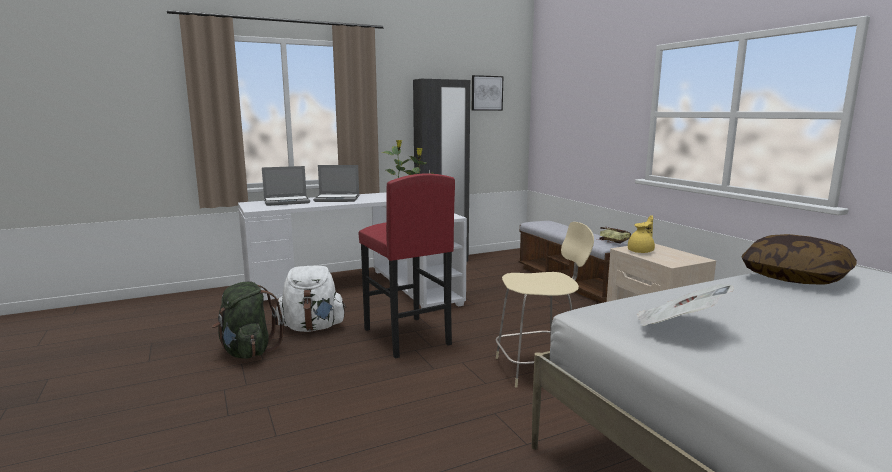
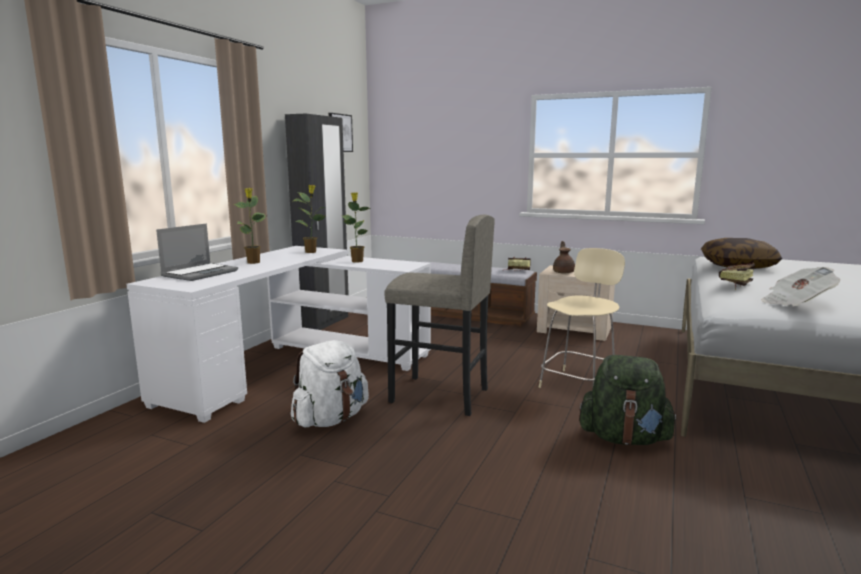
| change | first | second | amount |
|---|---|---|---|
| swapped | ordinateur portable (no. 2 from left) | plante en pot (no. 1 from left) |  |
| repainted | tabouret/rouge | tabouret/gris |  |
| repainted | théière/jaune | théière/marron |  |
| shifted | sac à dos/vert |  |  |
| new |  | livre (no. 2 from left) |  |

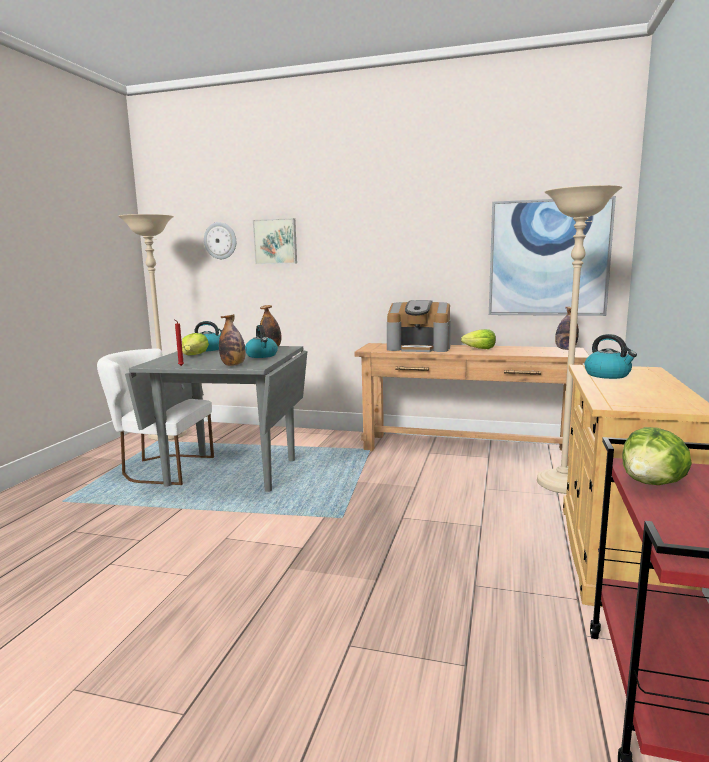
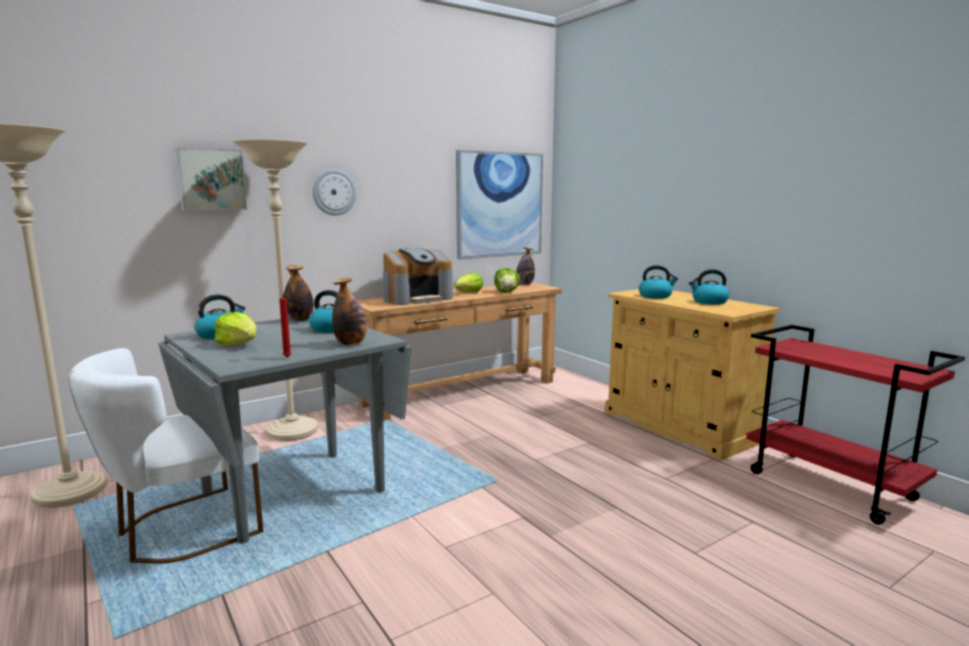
| change | first | second | amount |
|---|---|---|---|
| shifted | lampadaire/beige (no. 2 from left) |  |  |
| shifted | horloge murale |  |  |
| shifted | laitue (no. 3 from left) |  |  |
| new |  | bouilloire (no. 4 from left) |  |

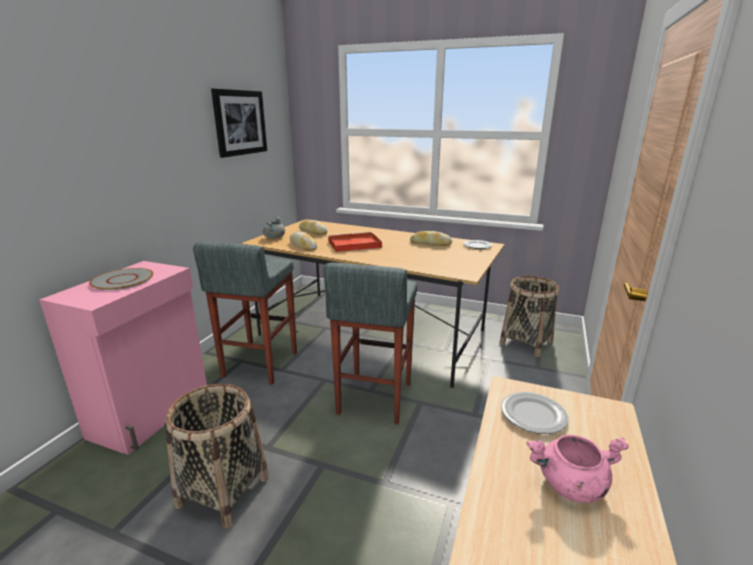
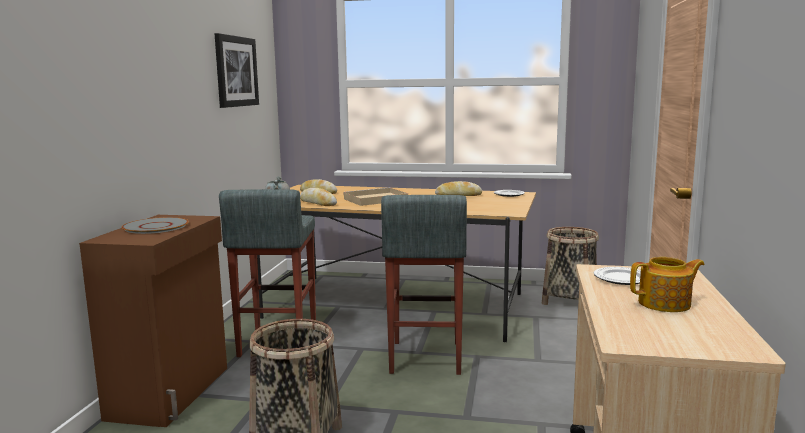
| change | first | second | amount |
|---|---|---|---|
| repainted | meuble de rangement/rose | meuble de rangement/marron |  |
| repainted | plateau/rouge | plateau/beige |  |
| swapped | marmite/rose | théière |  |

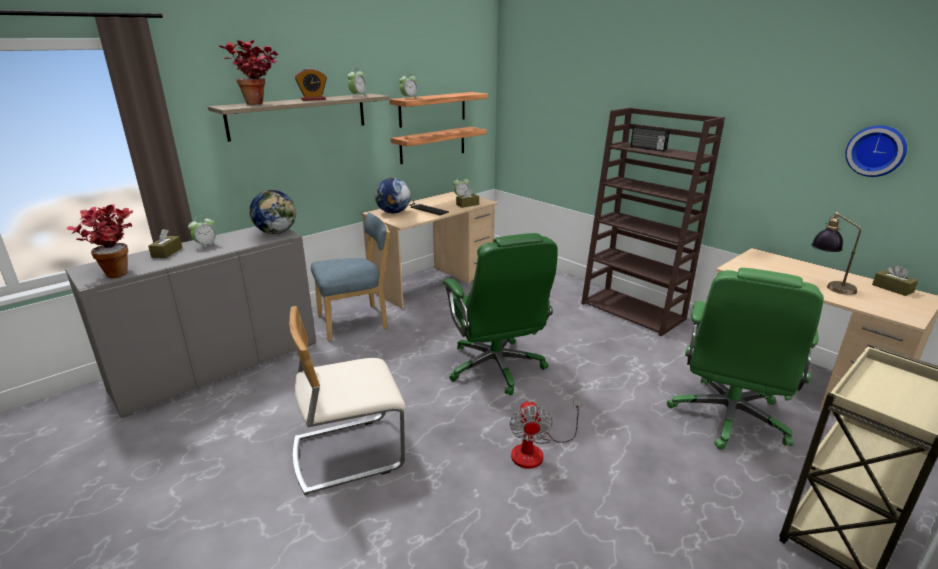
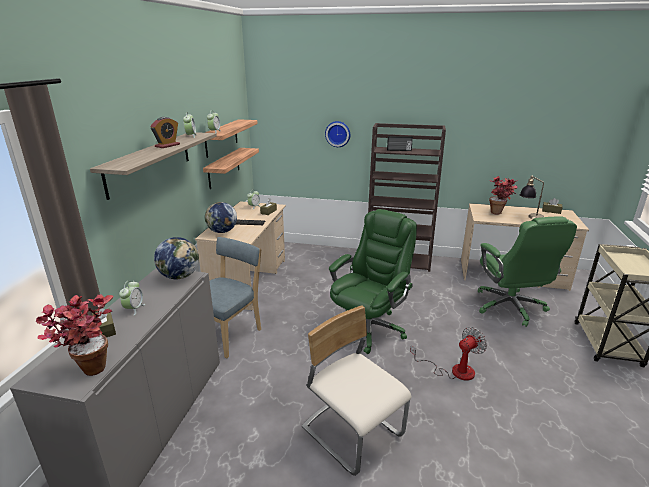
| change | first | second | amount |
|---|---|---|---|
| rotated | chaise/beige |  | 105 degrees clockwise |
| shifted | horloge murale |  |  |
| rotated | chaise de bureau/vert (no. 1 from left) |  | 90 degrees counterclockwise |
| rotated | ventilateur |  | 90 degrees counterclockwise |
| shifted | plante en pot (no. 2 from left) |  |  |

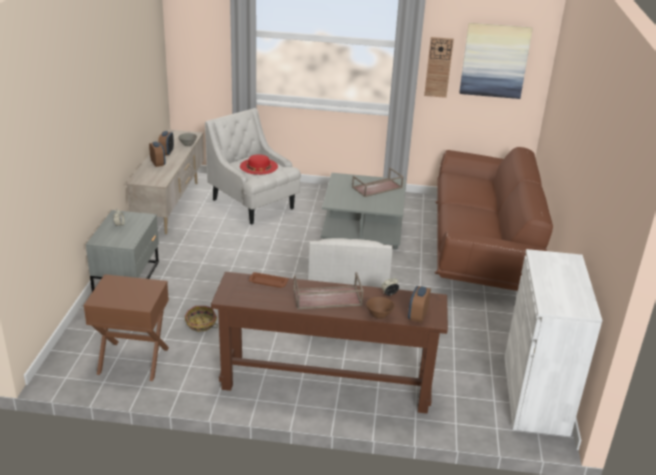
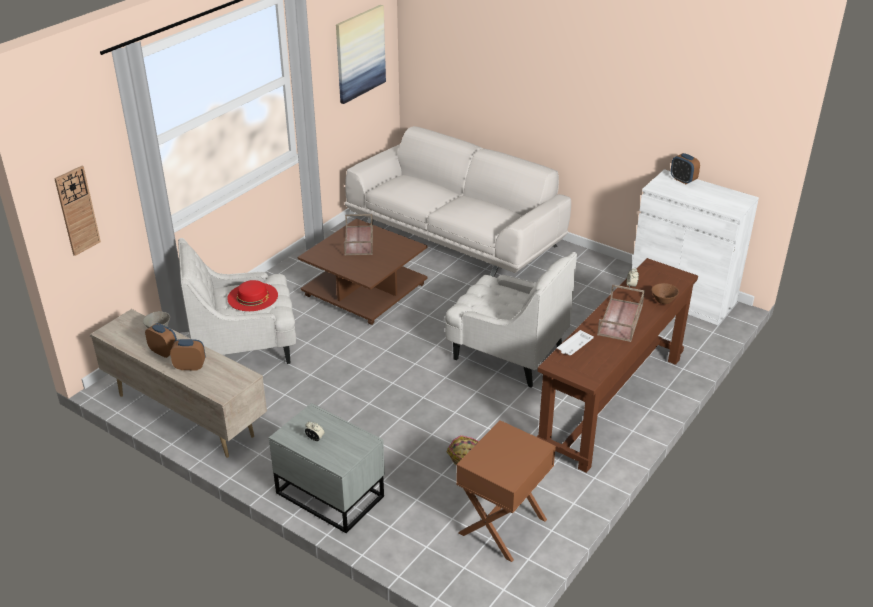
| change | first | second | amount |
|---|---|---|---|
| shifted | horloge murale |  |  |
| repainted | table basse/gris | table basse/marron |  |
| repainted | canapé/marron | canapé/blanc |  |
| repainted | plateau/marron (no. 1 from left) | plateau/blanc |  |
| shifted | réveil (no. 5 from left) |  |  |

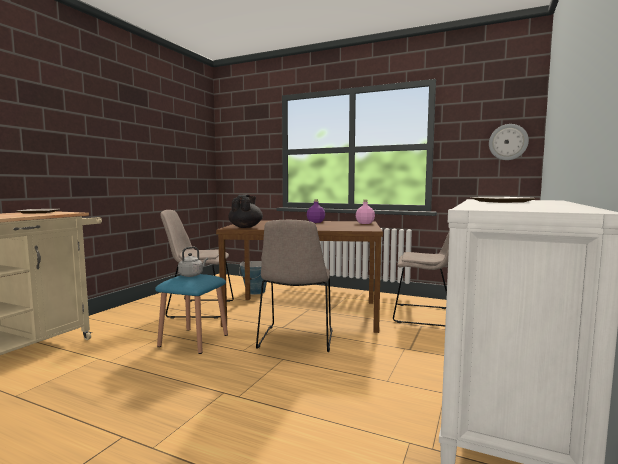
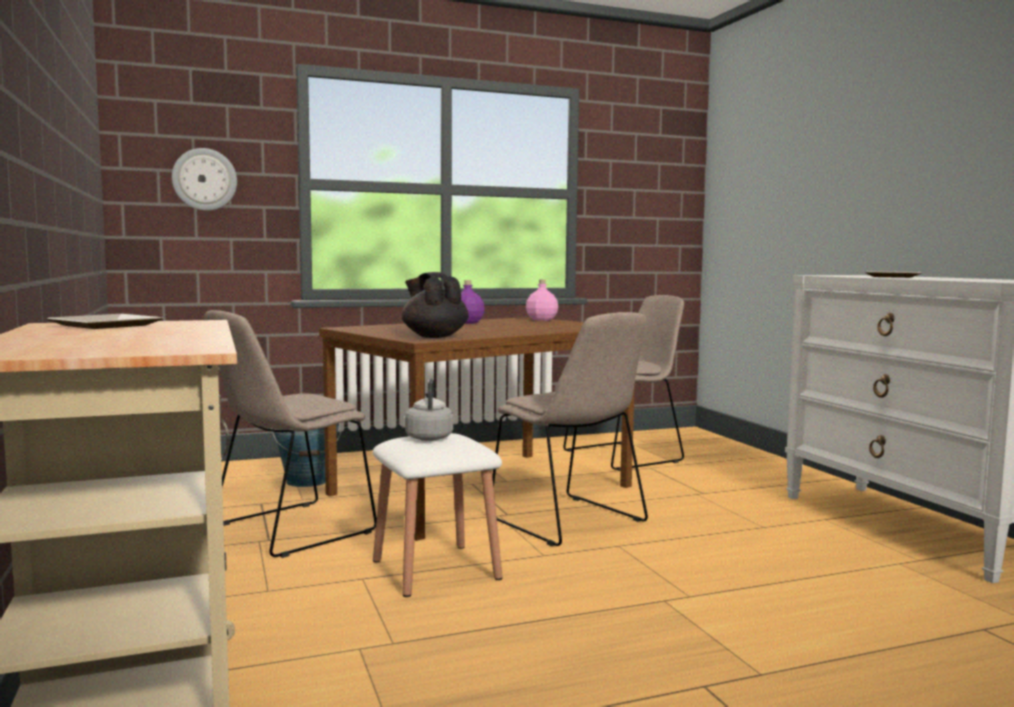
| change | first | second | amount |
|---|---|---|---|
| shifted | horloge murale |  |  |
| repainted | tabouret/bleu | tabouret/blanc |  |

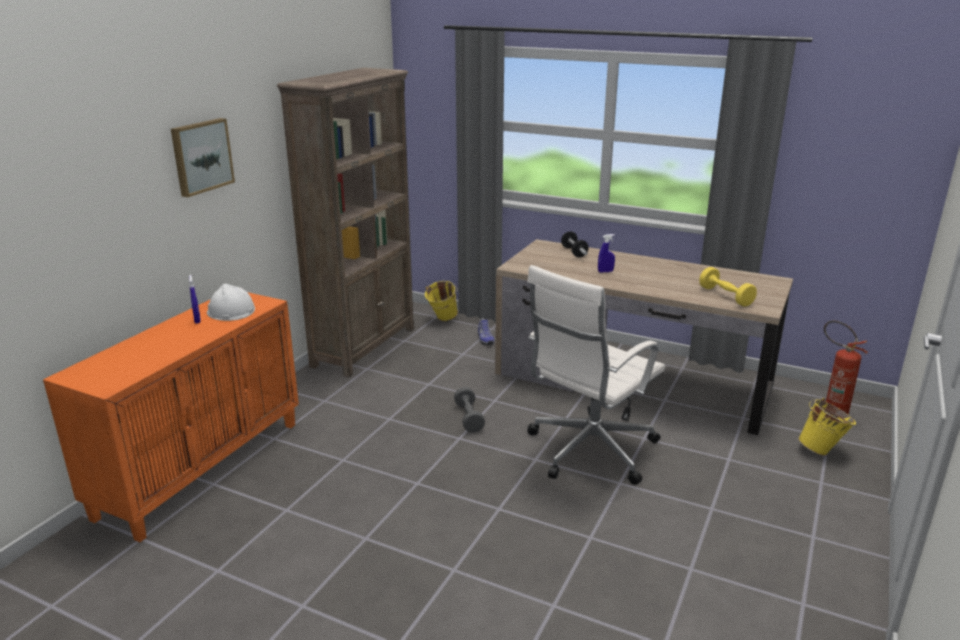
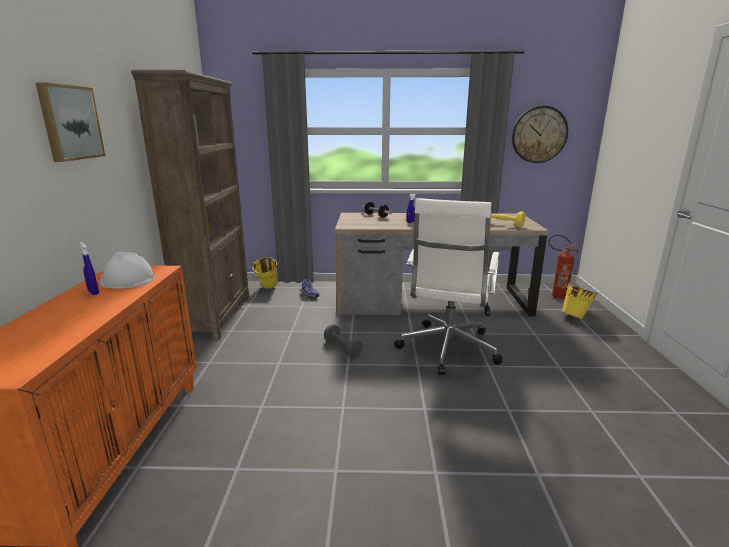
| change | first | second | amount |
|---|---|---|---|
| new |  | horloge murale |  |

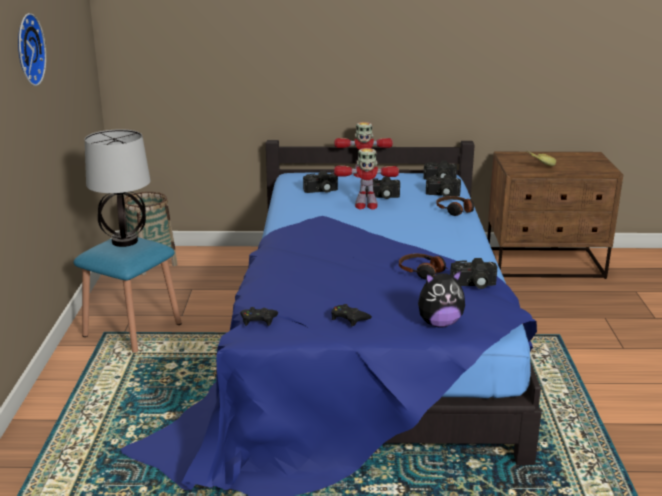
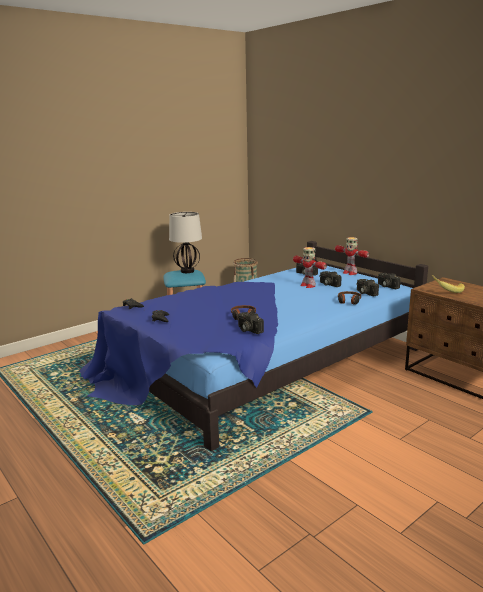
| change | first | second | amount |
|---|---|---|---|
| gone | horloge murale |  |  |
| gone | peluche |  |  |

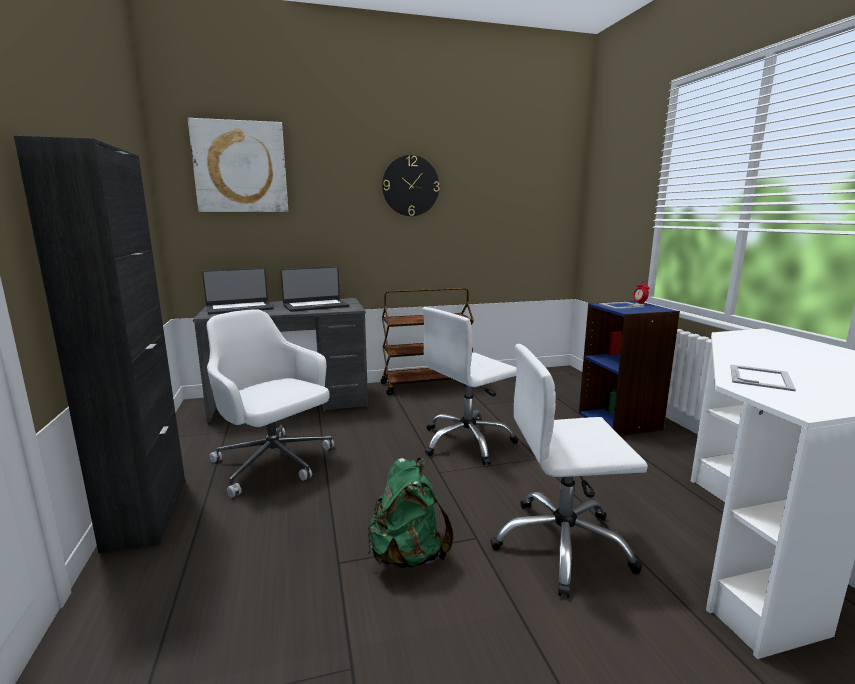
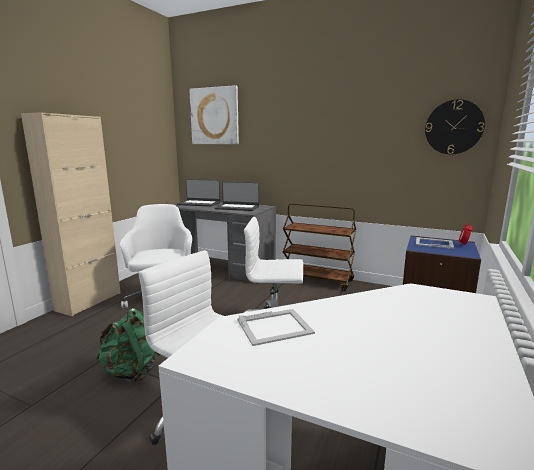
| change | first | second | amount |
|---|---|---|---|
| repainted | meuble de rangement/noir | meuble de rangement/beige |  |
| shifted | horloge murale |  |  |

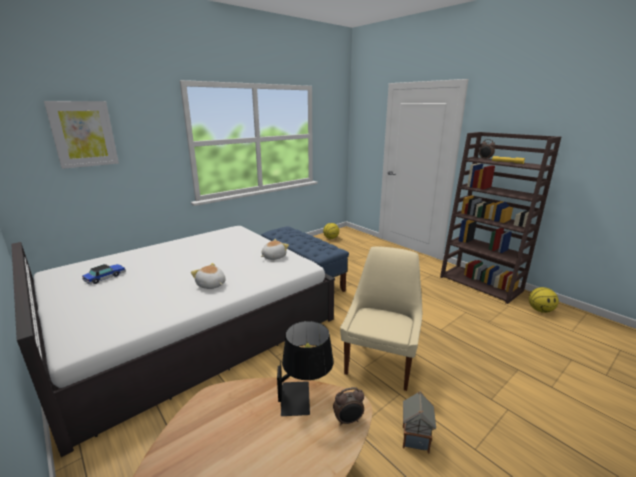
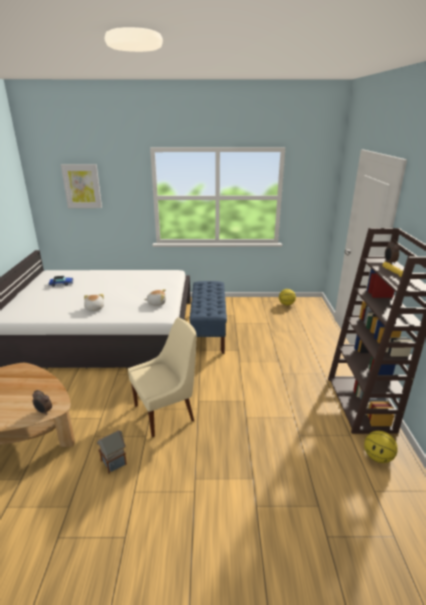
| change | first | second | amount |
|---|---|---|---|
| gone | lampe de table/noir |  |  |

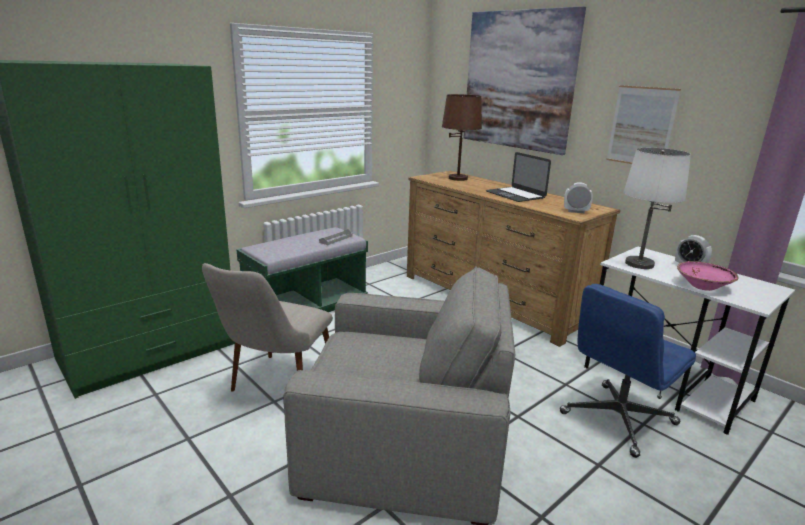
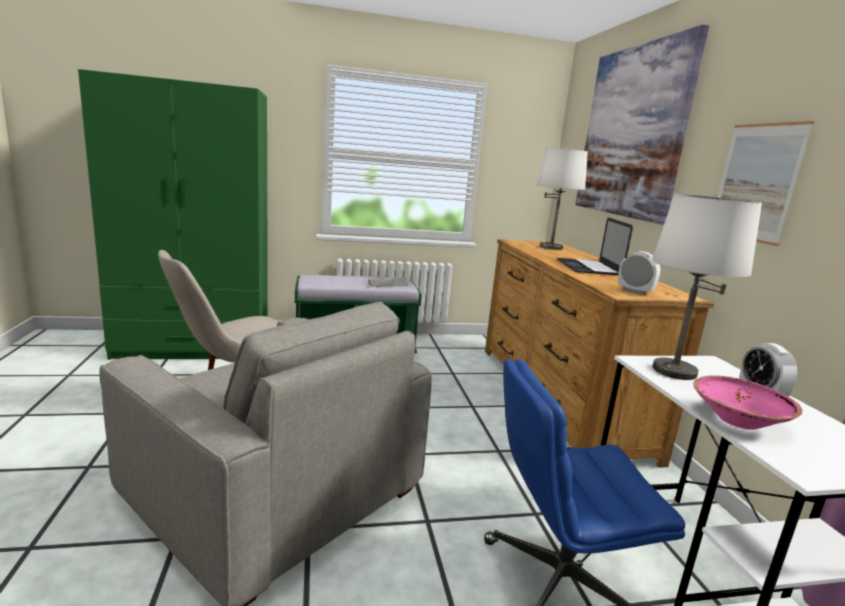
| change | first | second | amount |
|---|---|---|---|
| repainted | lampe de table/marron | lampe de table/blanc (no. 1 from left) |  |

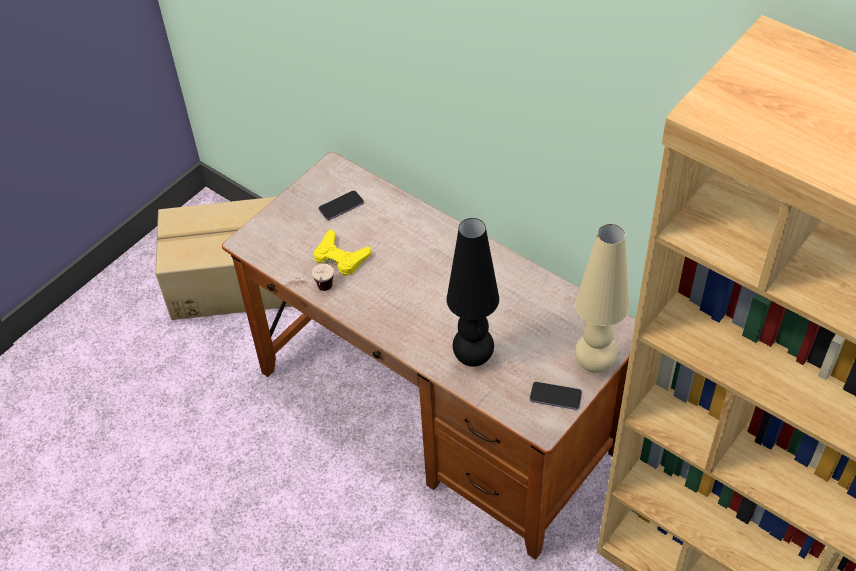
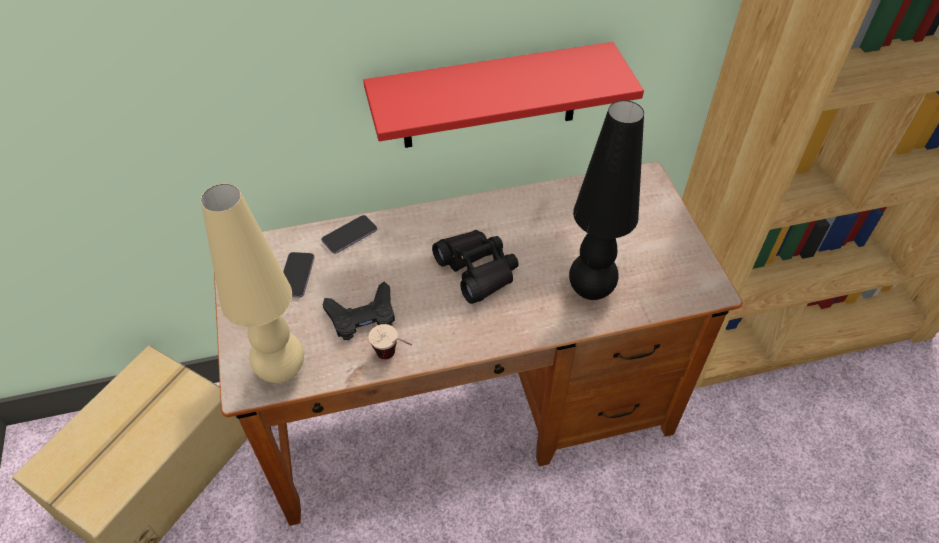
| change | first | second | amount |
|---|---|---|---|
| shifted | lampe de table/beige |  |  |
| shifted | téléphone (no. 2 from left) |  |  |
| repainted | manette/jaune | manette/noir |  |
| new |  | étagère/rouge |  |
| new |  | jumelles/noir |  |

